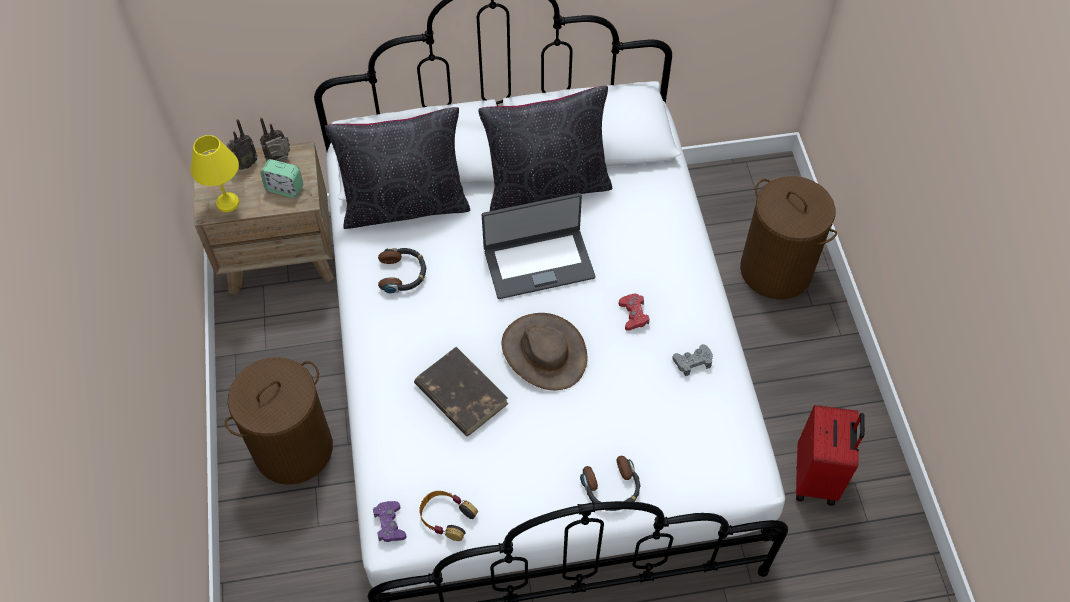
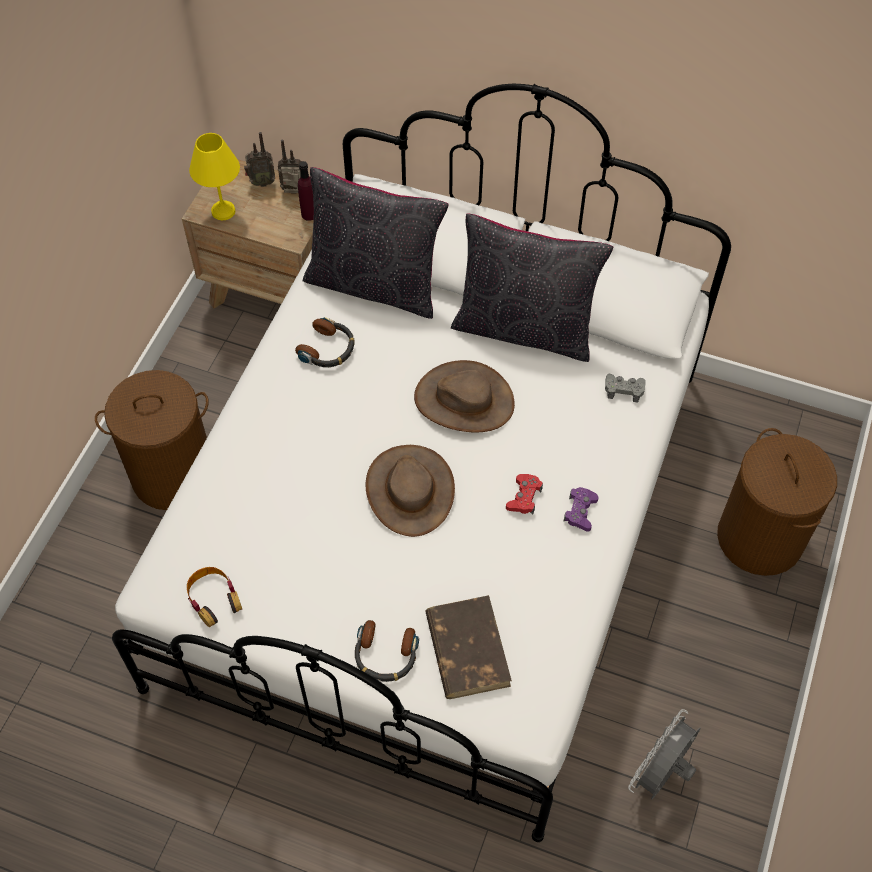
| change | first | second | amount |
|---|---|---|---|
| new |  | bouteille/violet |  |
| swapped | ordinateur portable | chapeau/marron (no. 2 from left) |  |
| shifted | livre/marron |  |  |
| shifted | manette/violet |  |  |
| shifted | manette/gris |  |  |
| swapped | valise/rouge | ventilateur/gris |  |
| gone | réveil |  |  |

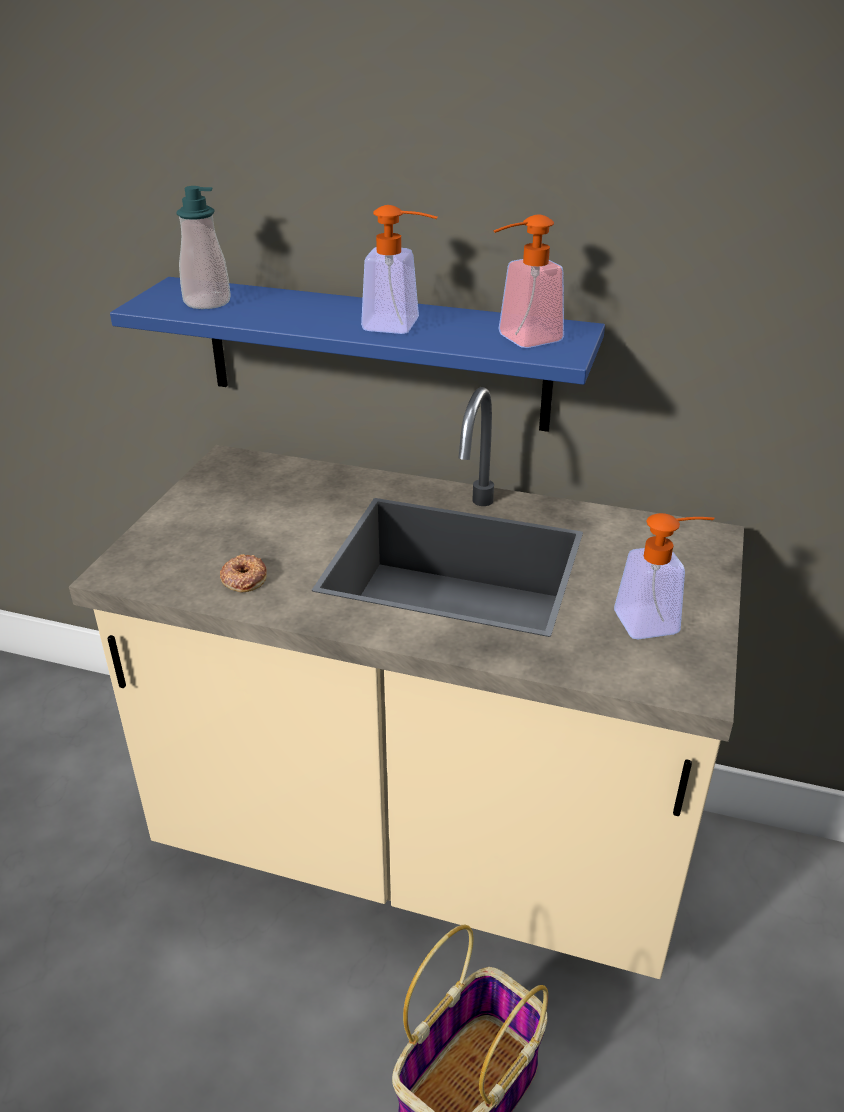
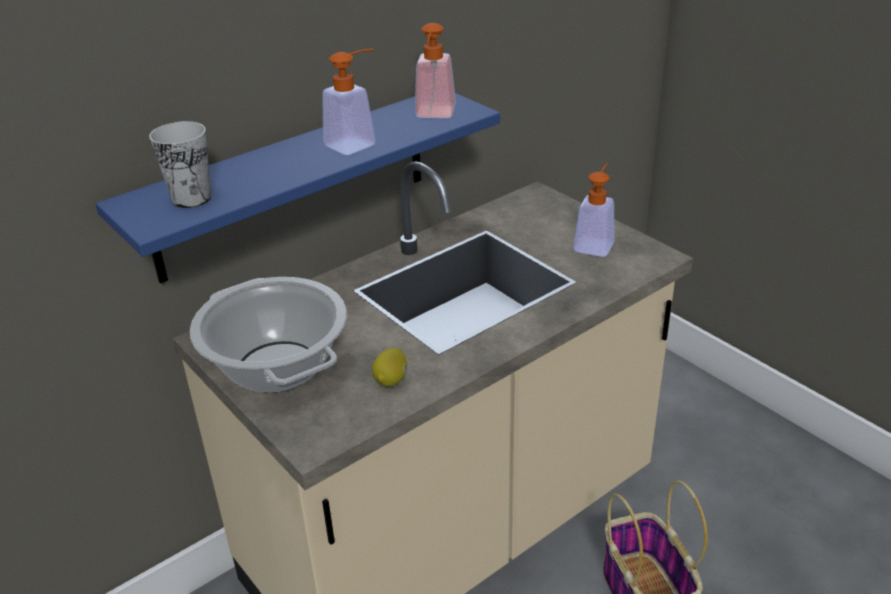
| change | first | second | amount |
|---|---|---|---|
| swapped | distributeur de savon (no. 1 from left) | tasse |  |
| new |  | marmite |  |
| swapped | beignet | citron |  |

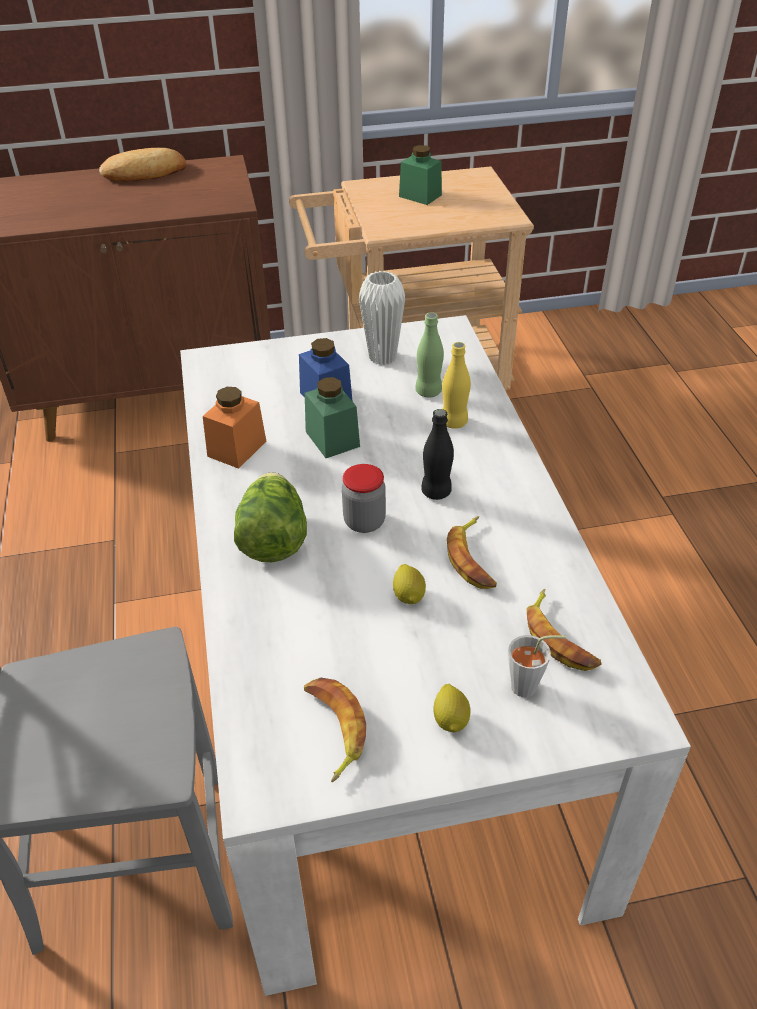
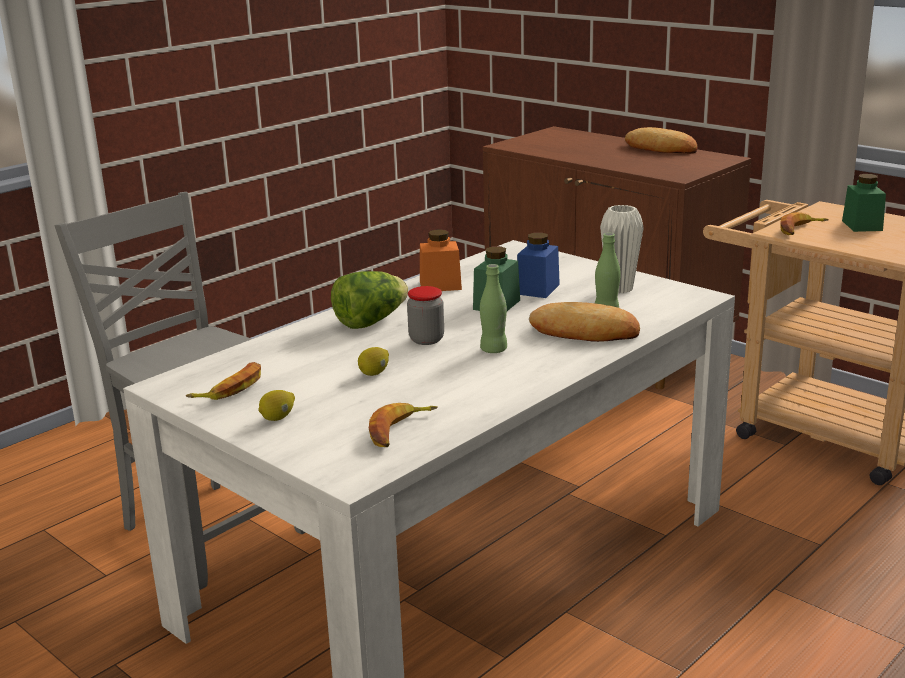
| change | first | second | amount |
|---|---|---|---|
| repainted | bouteille/noir | bouteille/vert (no. 1 from left) |  |
| swapped | bouteille/jaune | pain (no. 1 from left) |  |
| shifted | banane (no. 2 from left in the first image) | banane (no. 3 from left) |  |
| gone | tasse/gris |  |  |

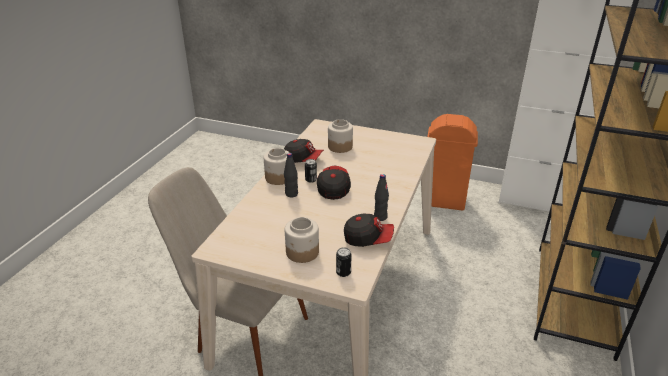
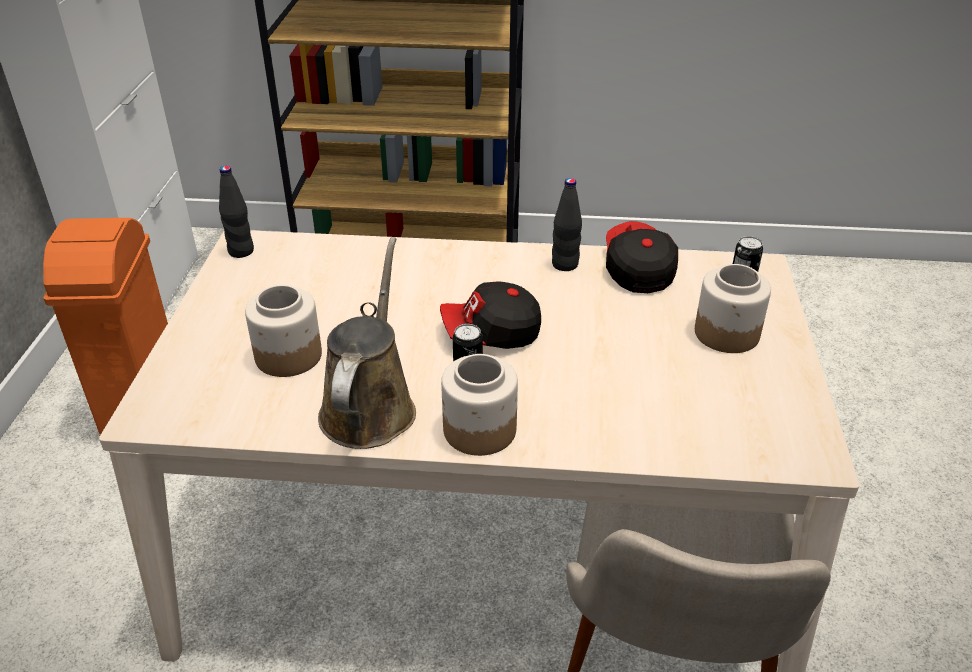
| change | first | second | amount |
|---|---|---|---|
| shifted | bouteille/noir (no. 1 from left) |  |  |
| swapped | casquette (no. 1 from left) | arrosoir/marron |  |

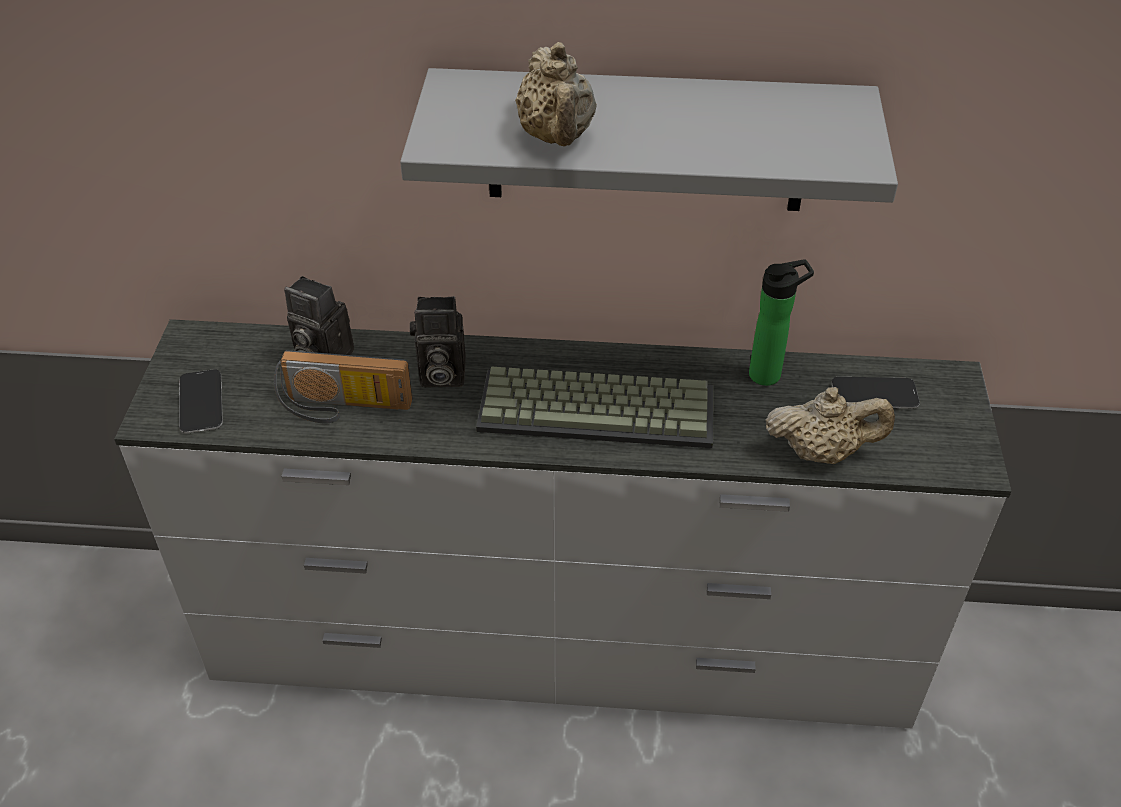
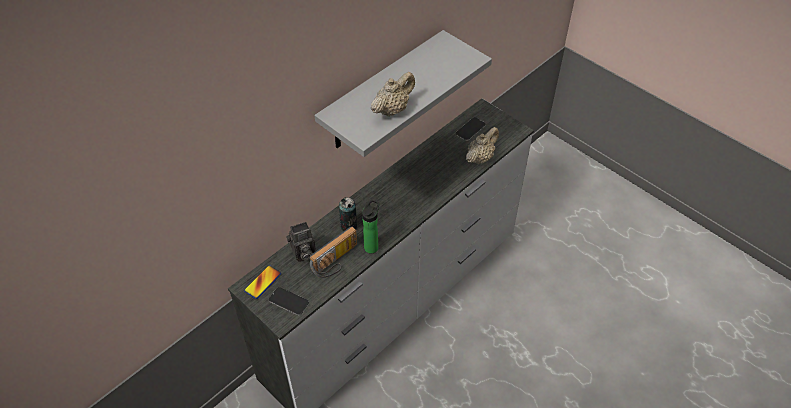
| change | first | second | amount |
|---|---|---|---|
| new |  | téléphone (no. 1 from left) |  |
| swapped | appareil photo (no. 2 from left) | boîte métallique |  |
| shifted | bouteille |  |  |
| rotated | théière/beige (no. 1 from left) |  | 75 degrees counterclockwise |
| gone | clavier |  |  |

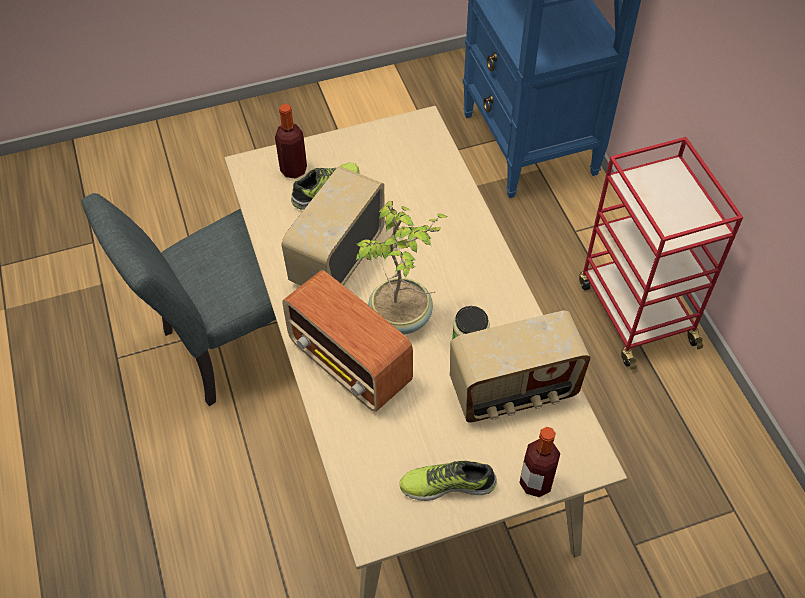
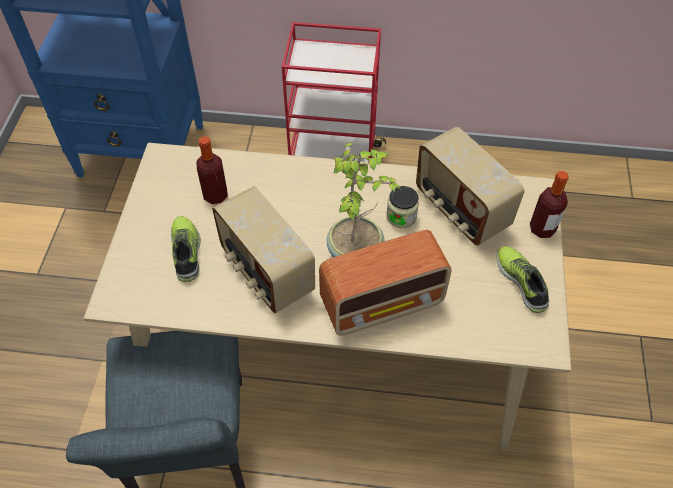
| change | first | second | amount |
|---|---|---|---|
| shifted | bouteille (no. 1 from left) |  |  |
| rotated | radio (no. 3 from left) |  | 135 degrees clockwise |
| rotated | chaussure (no. 2 from left) |  | 135 degrees clockwise |

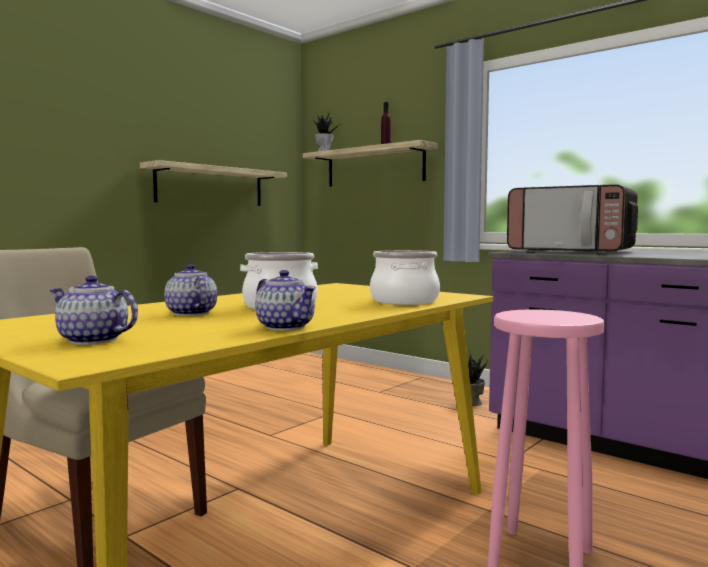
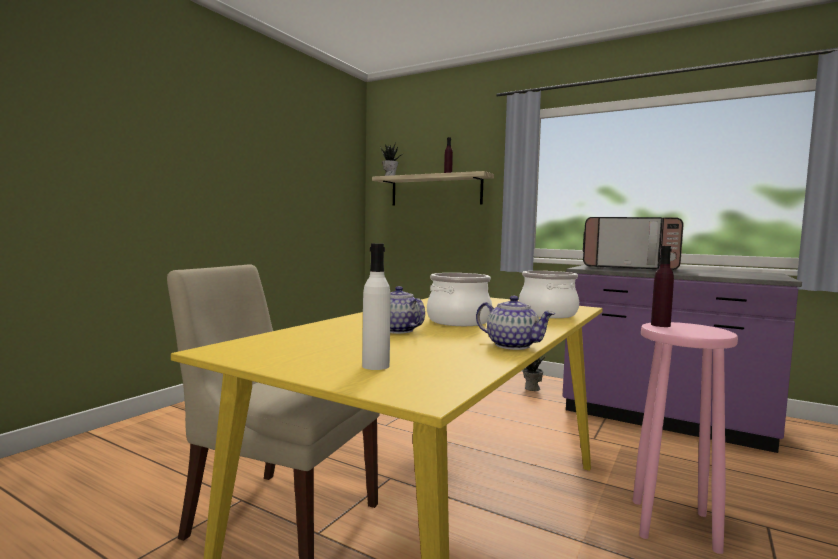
| change | first | second | amount |
|---|---|---|---|
| swapped | théière (no. 1 from left) | bouteille/blanc |  |
| new |  | bouteille/violet (no. 2 from left) |  |
| gone | étagère (no. 1 from left) |  |  |

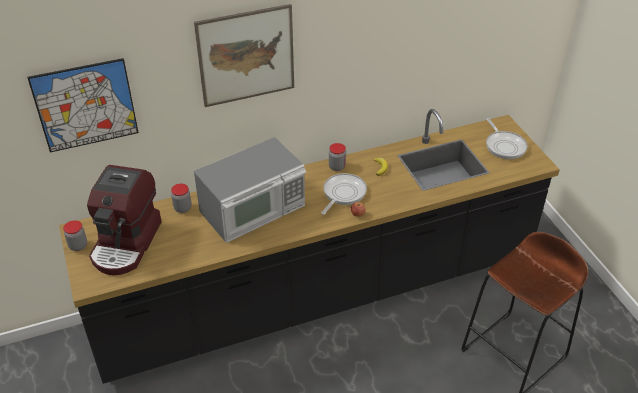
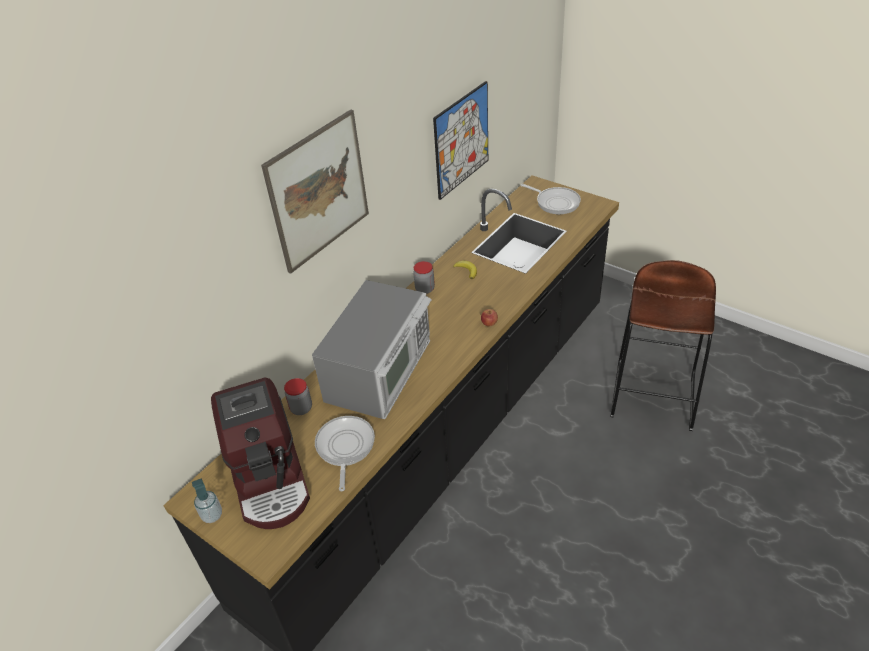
| change | first | second | amount |
|---|---|---|---|
| swapped | bocal (no. 1 from left) | distributeur de savon |  |
| shifted | poêle (no. 1 from left) |  |  |
| shifted | tableau (no. 1 from left in the first image) | tableau (no. 2 from left) |  |

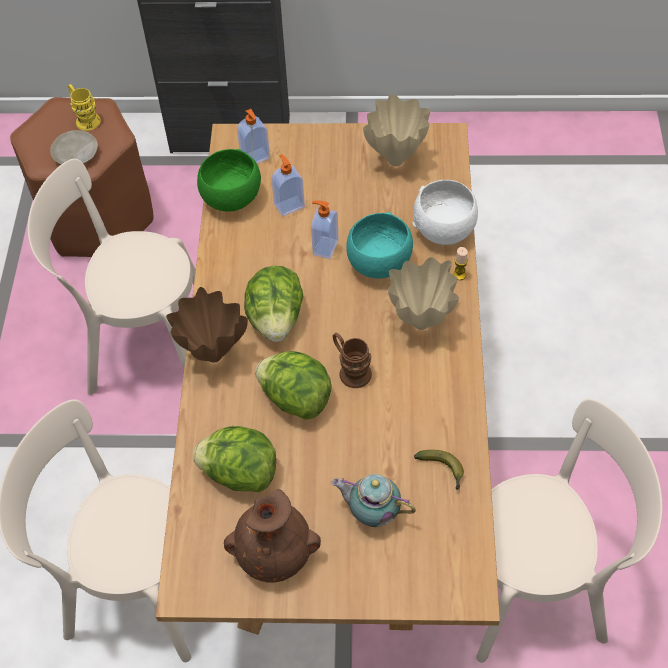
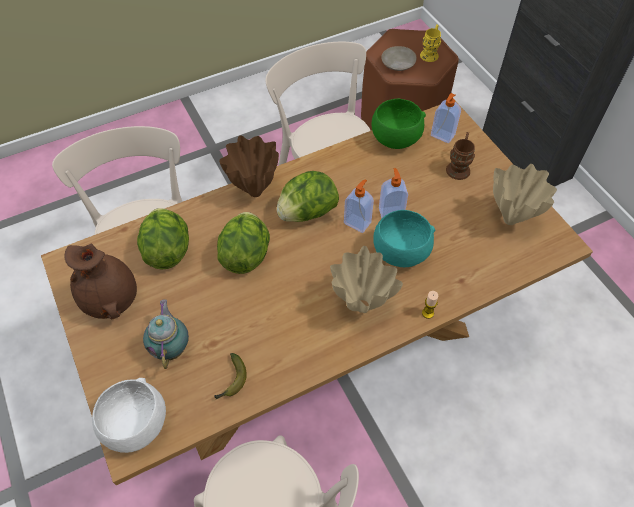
| change | first | second | amount |
|---|---|---|---|
| shifted | bol/blanc |  |  |
| shifted | distributeur de savon (no. 2 from left in the first image) | distributeur de savon (no. 1 from left) |  |
| shifted | mug/marron |  |  |

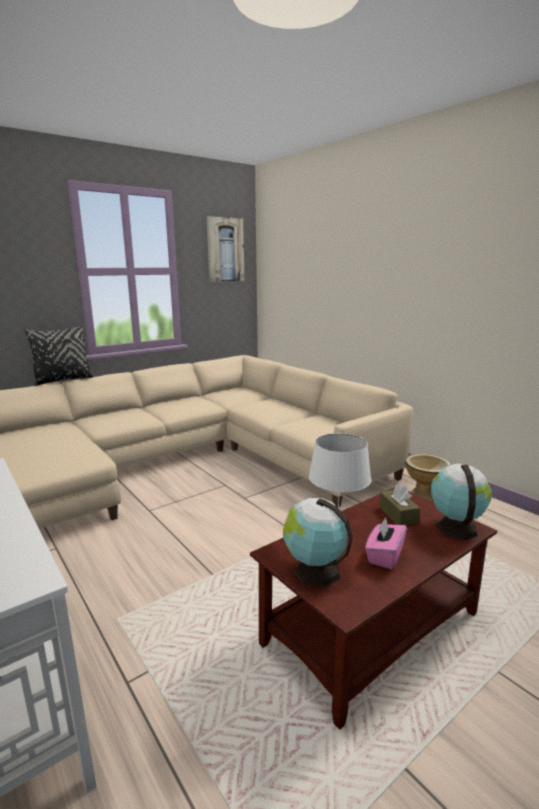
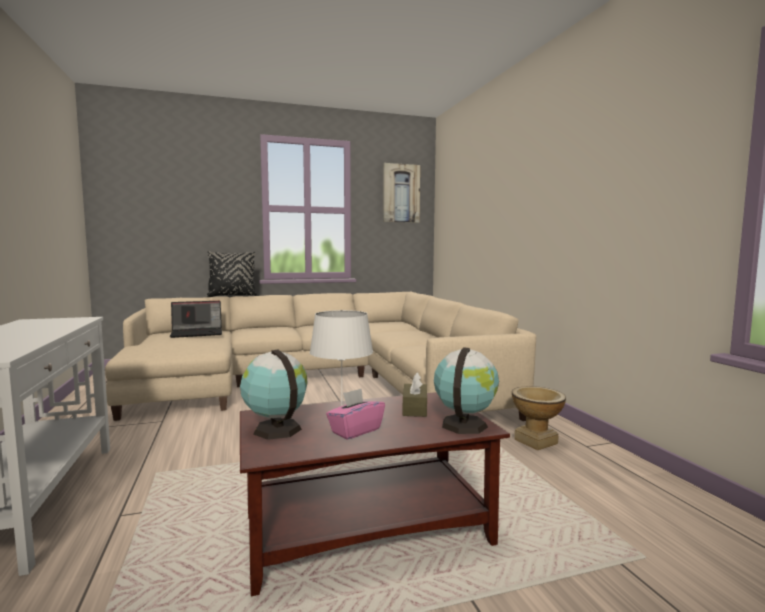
| change | first | second | amount |
|---|---|---|---|
| new |  | ordinateur portable |  |

